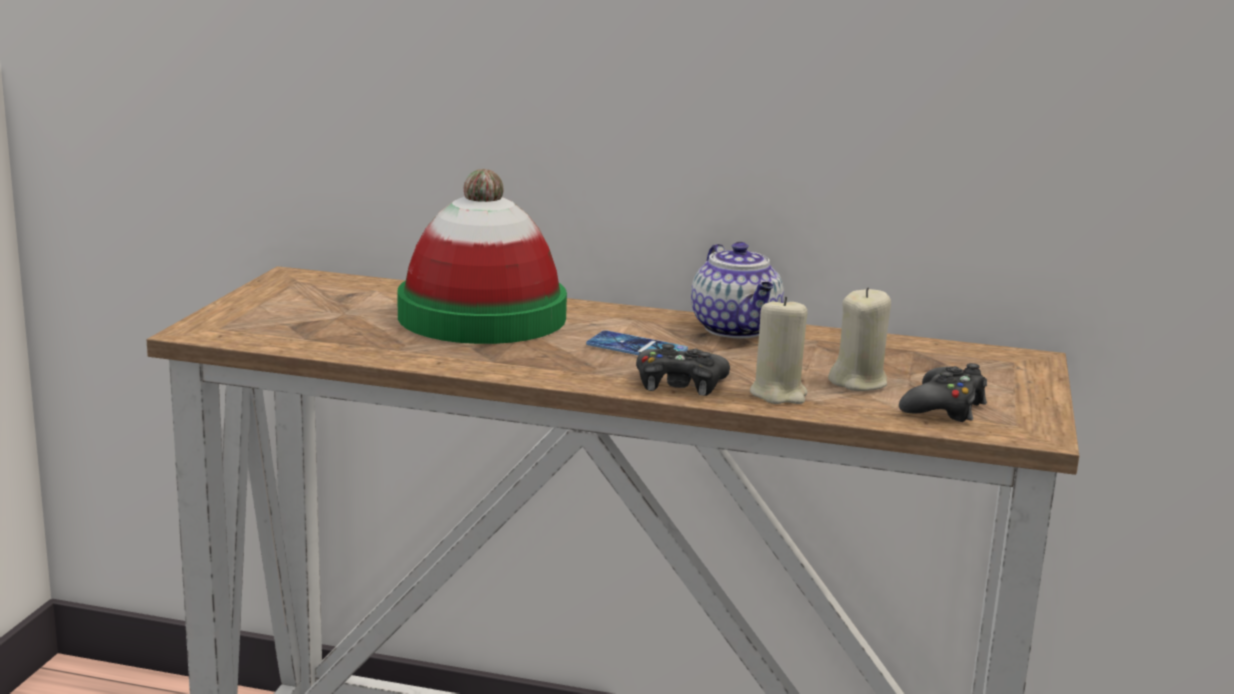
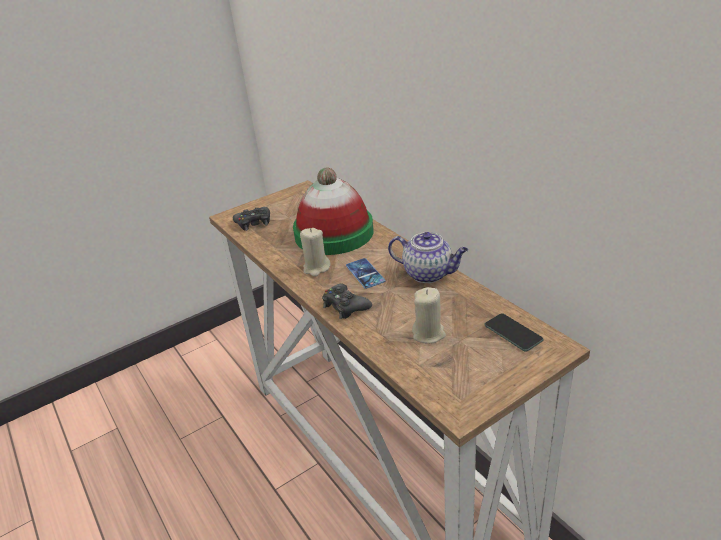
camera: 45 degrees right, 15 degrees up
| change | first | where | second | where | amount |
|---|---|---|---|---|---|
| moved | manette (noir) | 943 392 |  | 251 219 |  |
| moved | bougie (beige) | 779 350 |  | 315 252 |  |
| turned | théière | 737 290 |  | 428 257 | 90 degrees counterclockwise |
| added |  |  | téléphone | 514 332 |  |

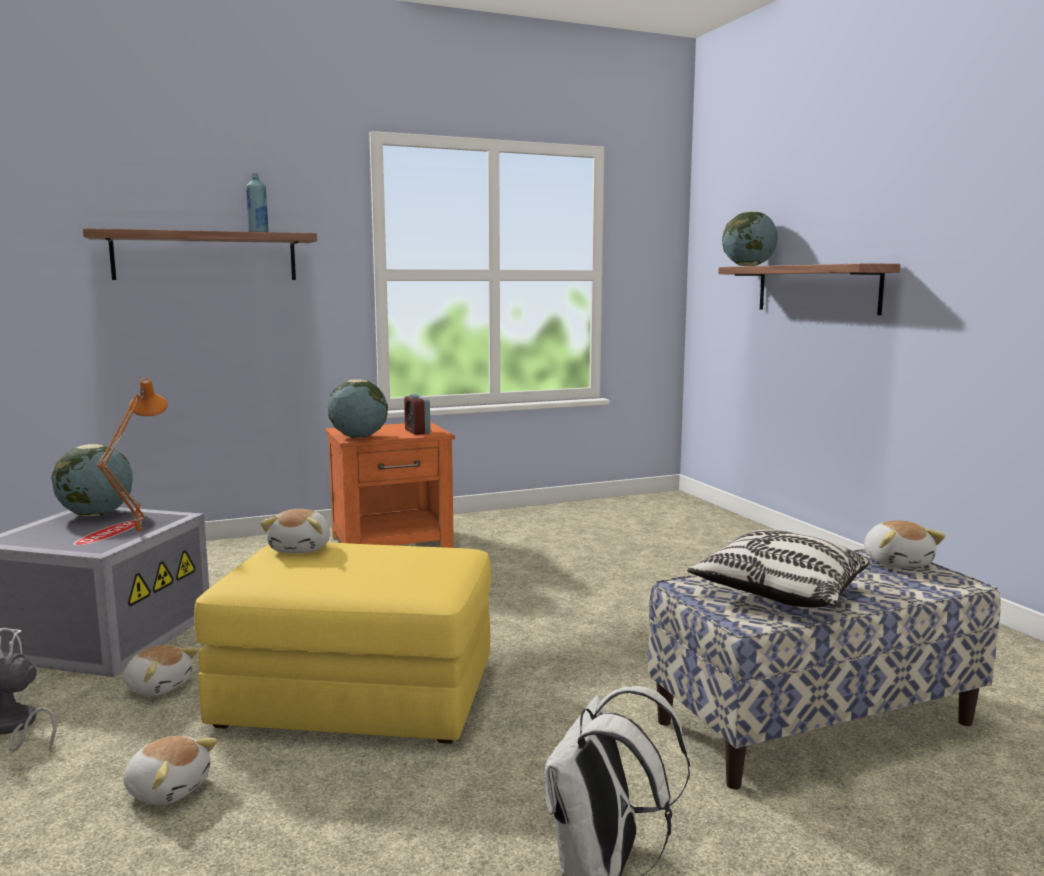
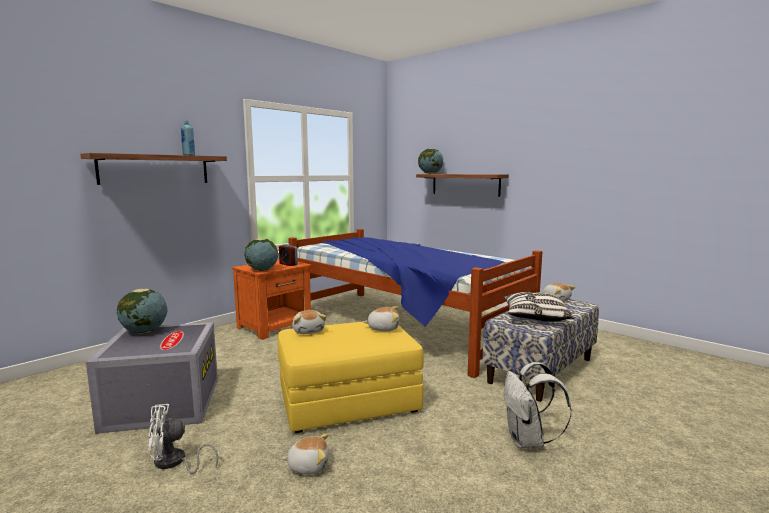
camera: 25 degrees left, 0 degrees up
| change | first | where | second | where | amount |
|---|---|---|---|---|---|
| added |  |  | lit | 415 303 |  |
| moved | peluche | 160 670 |  | 381 318 |  |
| removed | lampe de table (orange) | 132 457 |  |  |  |

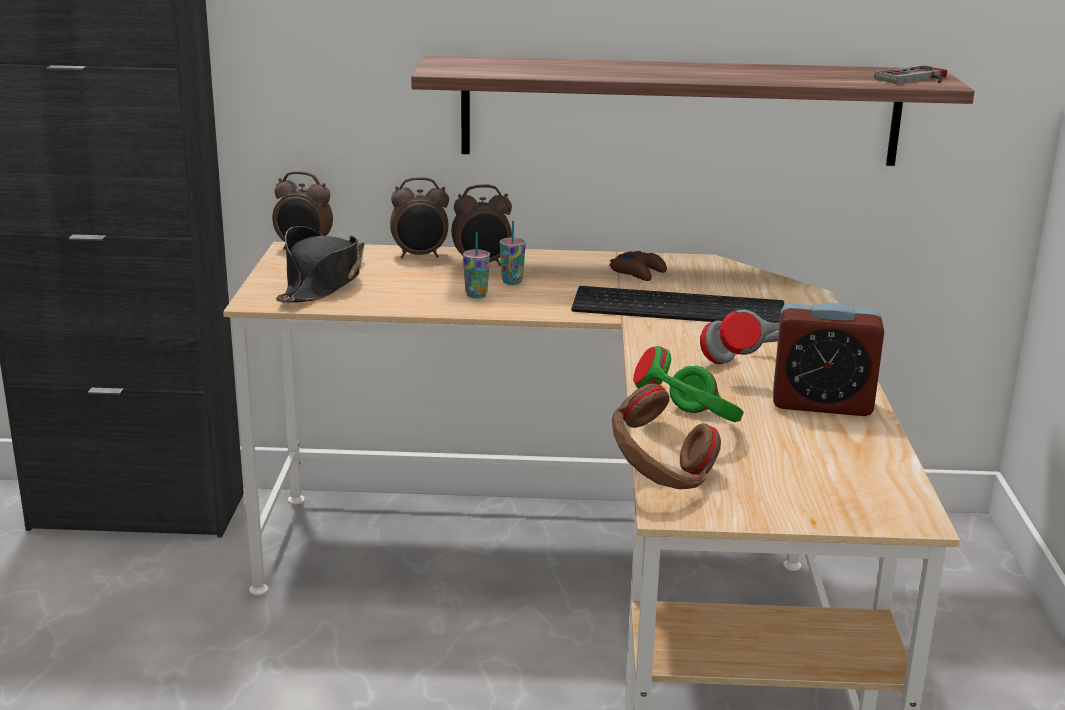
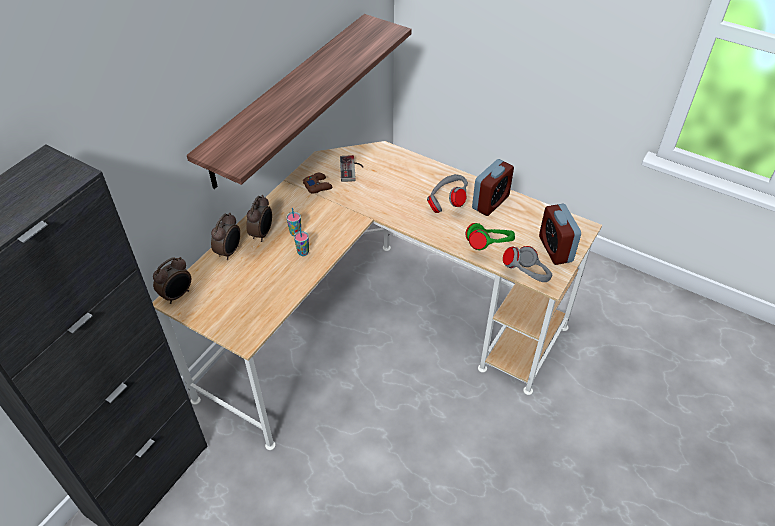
camera: 60 degrees left, 25 degrees up
| change | first | where | second | where | amount |
|---|---|---|---|---|---|
| moved | manette | 911 74 |  | 351 168 |  |
| recoloured | casque audio (marron) | 666 436 | casque audio (gris) | 528 264 |  |
| added |  |  | réveil | 560 234 |  |
| removed | chapeau (noir) | 320 264 |  |  |  |
| removed | clavier | 677 304 |  |  |  |

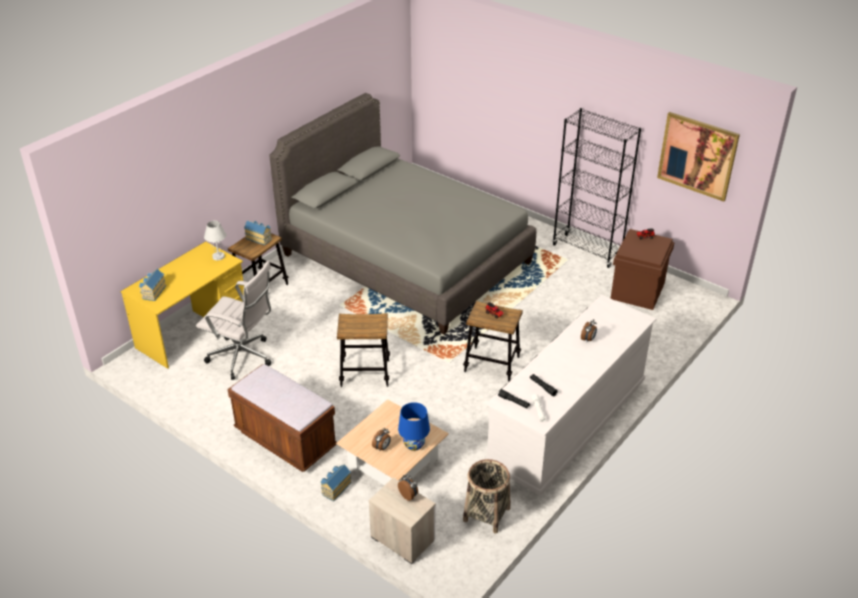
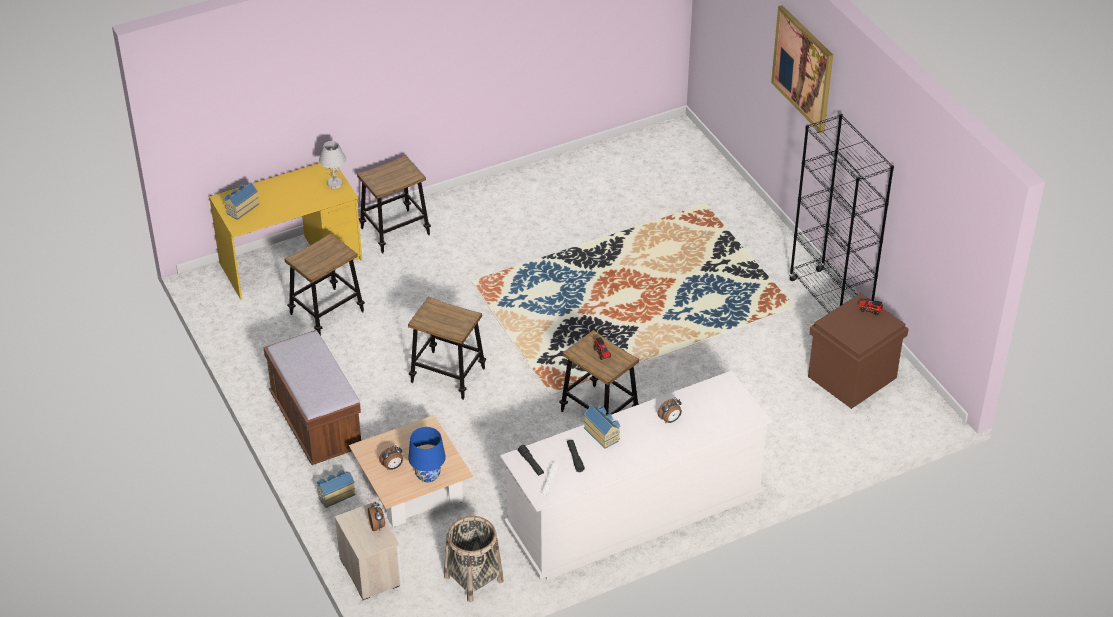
camera: 25 degrees right, 5 degrees up
| change | first | where | second | where | amount |
|---|---|---|---|---|---|
| replaced | chaise de bureau (blanc) | 233 320 | tabouret | 325 284 |  |
| moved | maison miniature | 258 233 |  | 602 427 |  |
| moved | tableau | 698 157 |  | 802 69 |  |
| removed | lit (gris) | 402 213 |  |  |  |

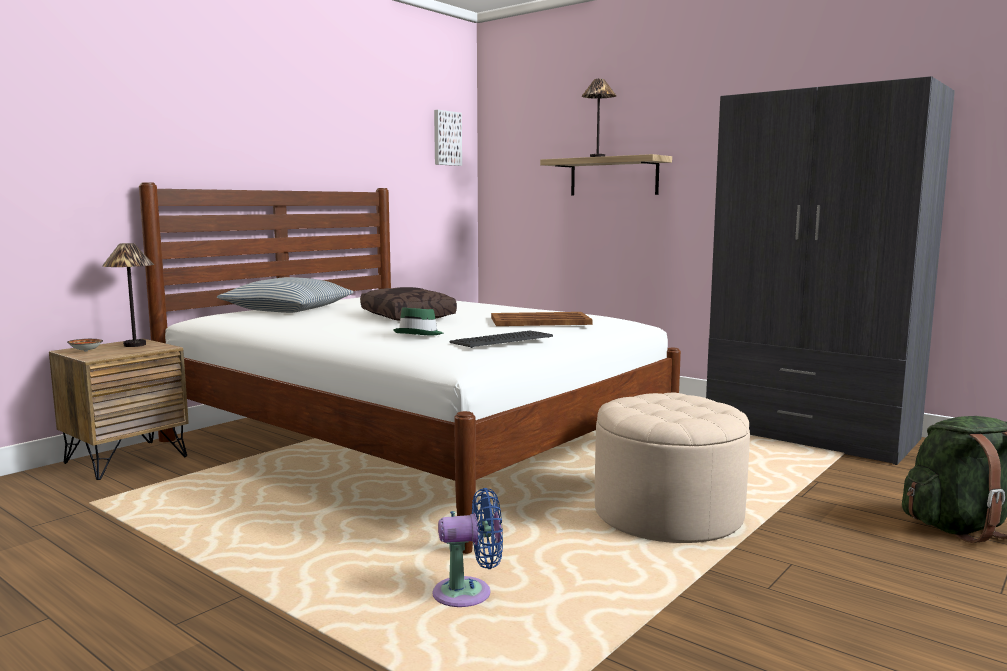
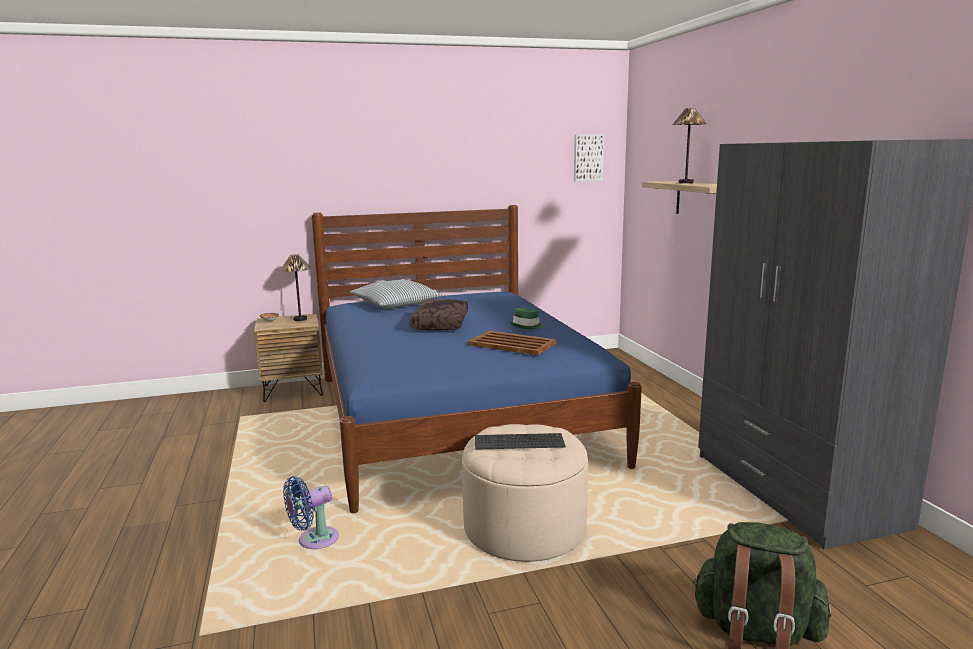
camera: 35 degrees right, 5 degrees up
| change | first | where | second | where | amount |
|---|---|---|---|---|---|
| turned | ventilateur (bleu) | 467 547 |  | 311 512 | 120 degrees clockwise |
| recoloured | lit (blanc) | 410 368 | lit (bleu) | 476 359 |  |
| moved | clavier | 501 339 |  | 520 441 |  |
| moved | chapeau (vert) | 418 321 |  | 526 318 |  |

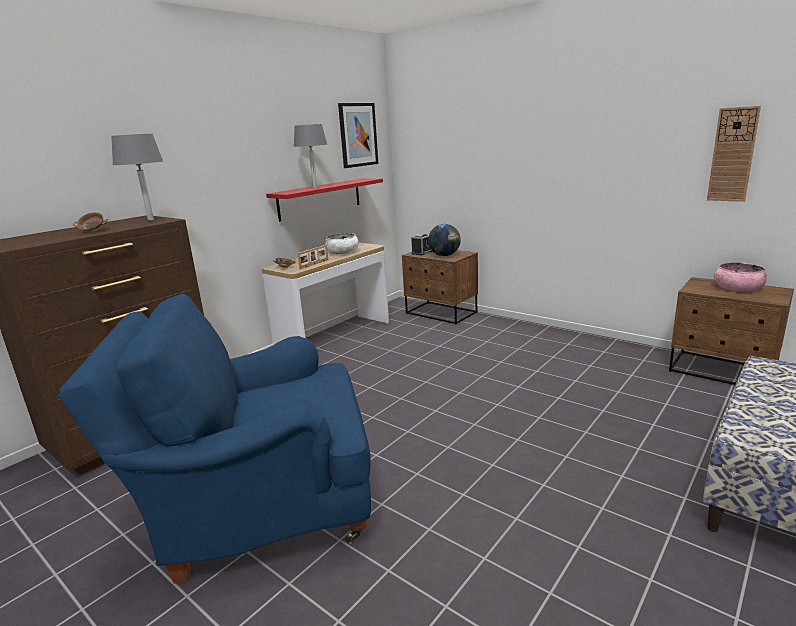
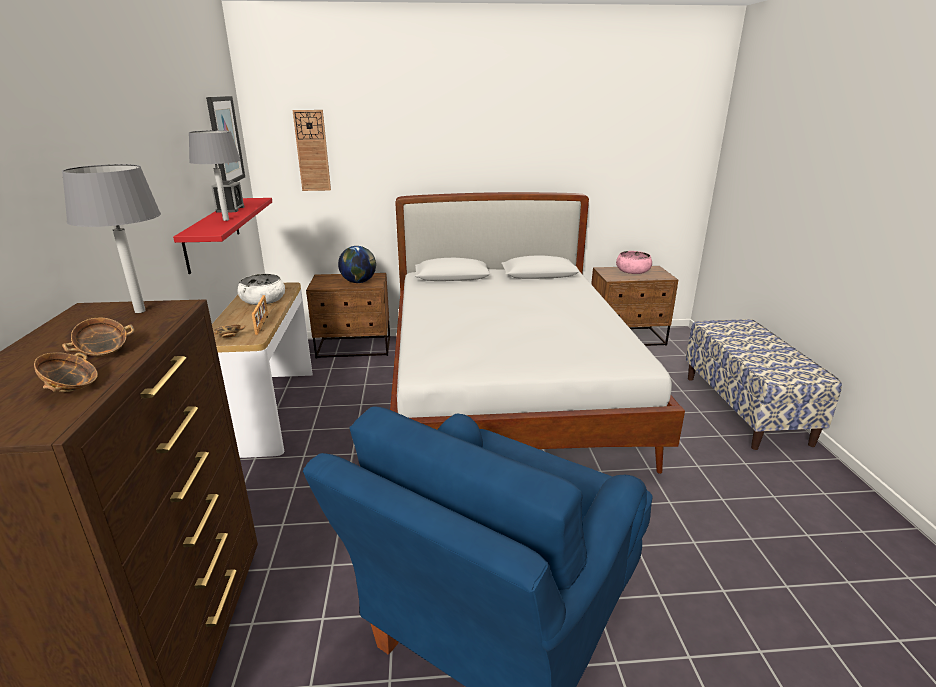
camera: 45 degrees left, 5 degrees up
| change | first | where | second | where | amount |
|---|---|---|---|---|---|
| added |  |  | bol | 66 372 |  |
| moved | réveil | 422 244 |  | 227 197 |  |
| moved | horloge murale | 734 154 |  | 312 150 |  |
| added |  |  | lit (blanc) | 537 333 |  |

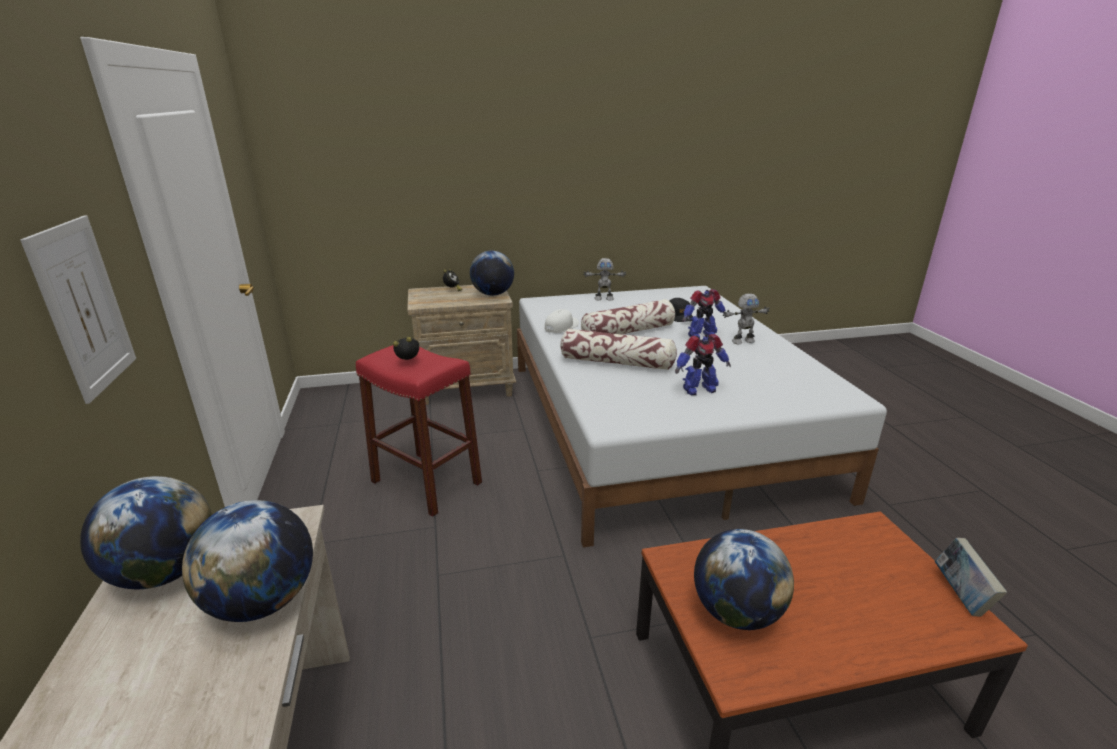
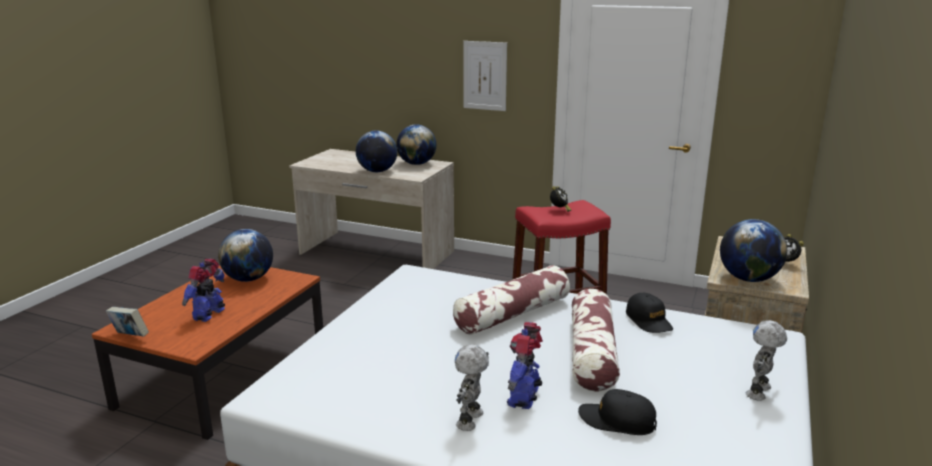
camera: 125 degrees right, 5 degrees down
| change | first | where | second | where | amount |
|---|---|---|---|---|---|
| moved | robot jouet | 703 364 |  | 203 290 |  |
| recoloured | casquette (blanc) | 562 321 | casquette (noir) | 649 313 |  |

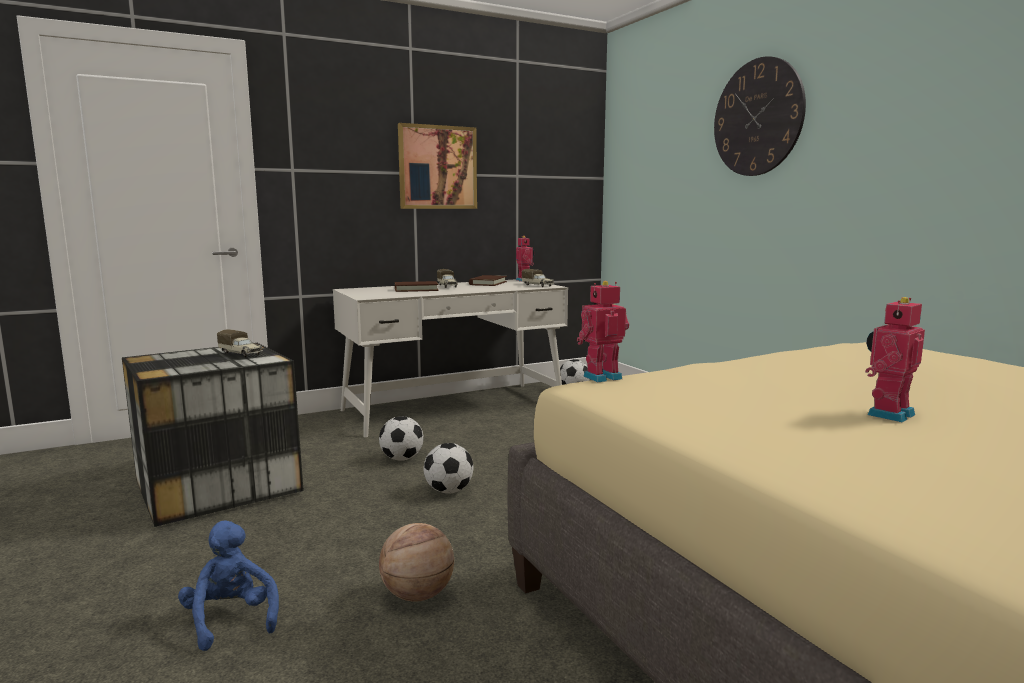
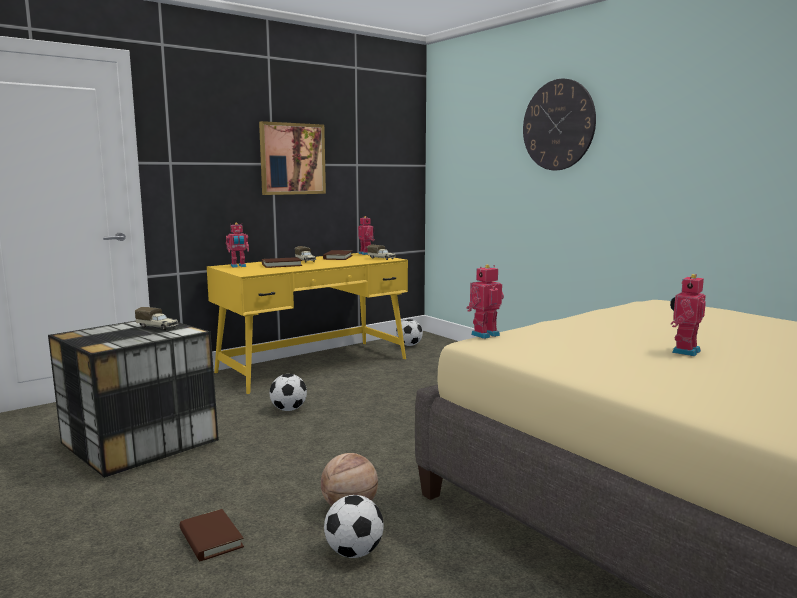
camera: 10 degrees left, 0 degrees up
| change | first | where | second | where | amount |
|---|---|---|---|---|---|
| replaced | peluche (bleu) | 228 585 | livre (marron) | 212 535 |  |
| recoloured | bureau (blanc) | 450 358 | bureau (jaune) | 307 323 |  |
| added |  |  | robot jouet | 237 245 |  |
| moved | ballon de foot | 448 468 |  | 354 526 |  |

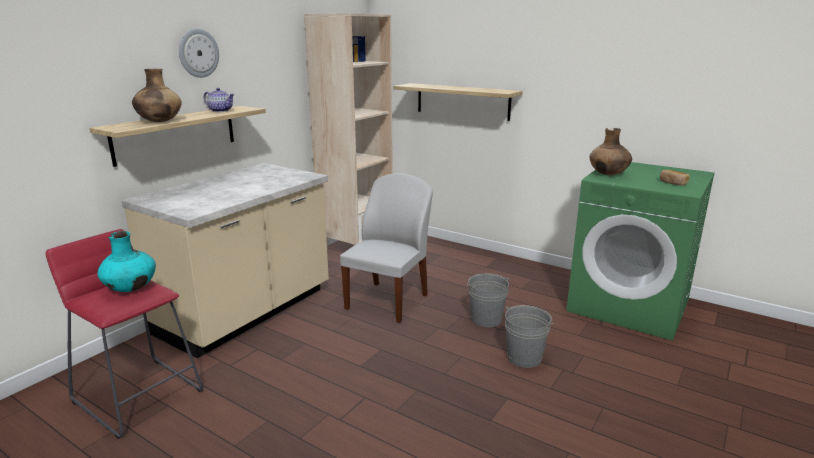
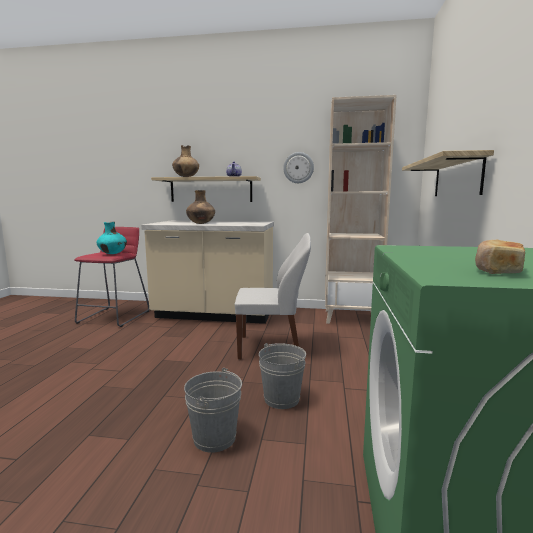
camera: 65 degrees right, 10 degrees down
| change | first | where | second | where | amount |
|---|---|---|---|---|---|
| moved | vase (marron) | 610 151 |  | 200 207 |  |
| moved | horloge murale | 199 53 |  | 298 167 |  |

